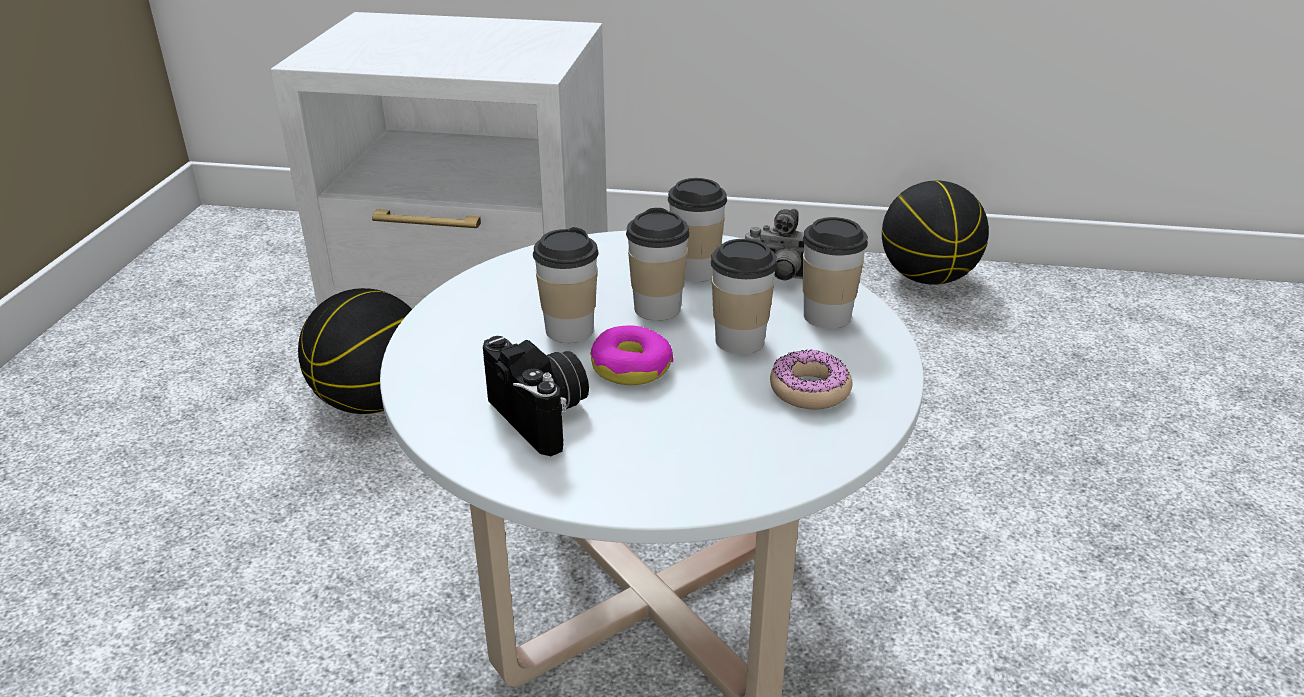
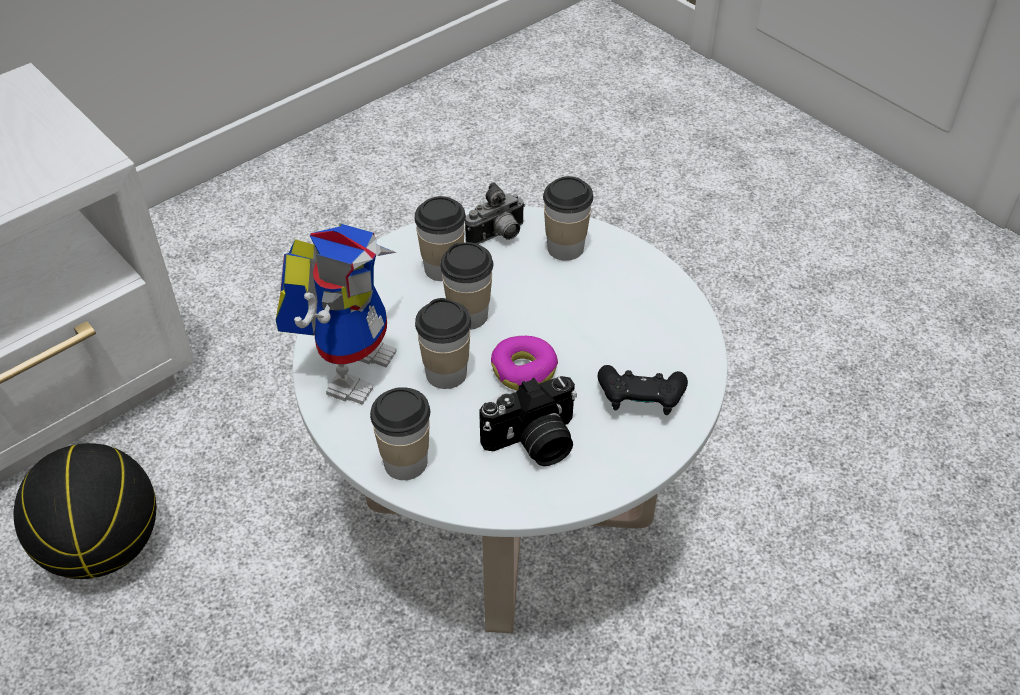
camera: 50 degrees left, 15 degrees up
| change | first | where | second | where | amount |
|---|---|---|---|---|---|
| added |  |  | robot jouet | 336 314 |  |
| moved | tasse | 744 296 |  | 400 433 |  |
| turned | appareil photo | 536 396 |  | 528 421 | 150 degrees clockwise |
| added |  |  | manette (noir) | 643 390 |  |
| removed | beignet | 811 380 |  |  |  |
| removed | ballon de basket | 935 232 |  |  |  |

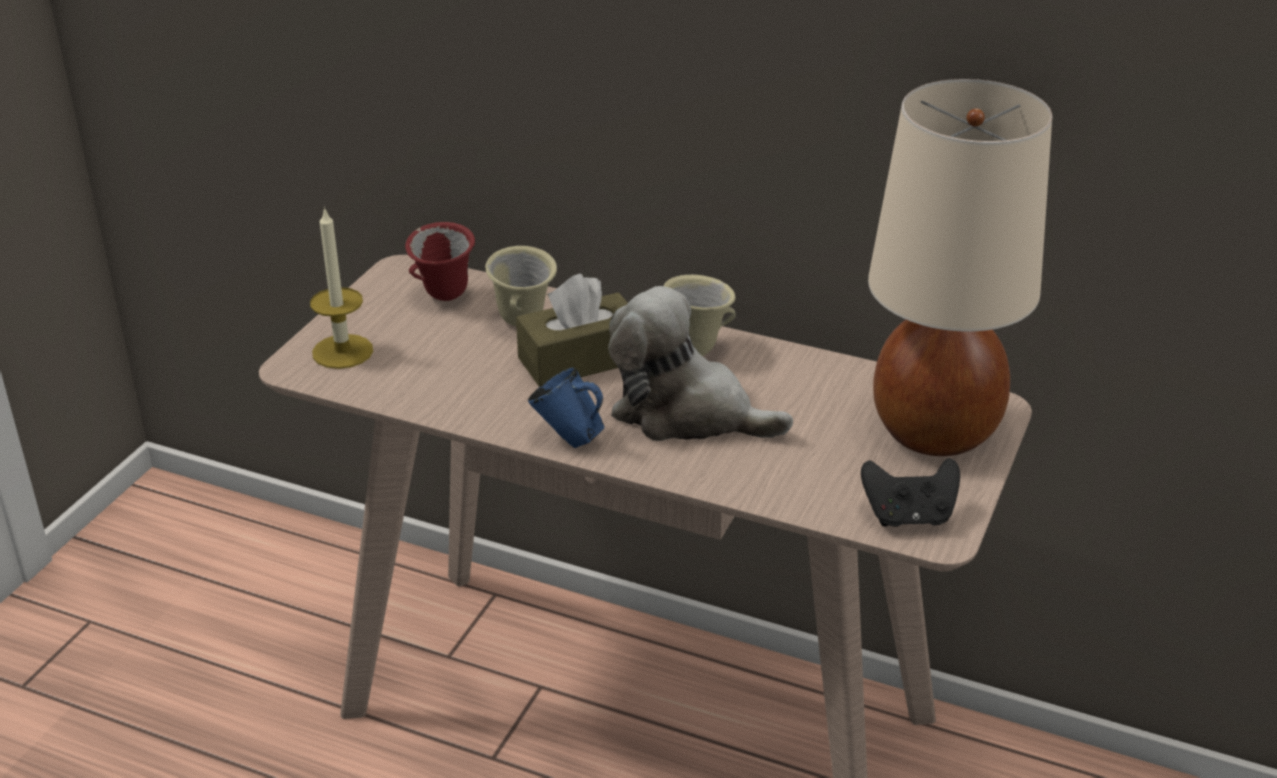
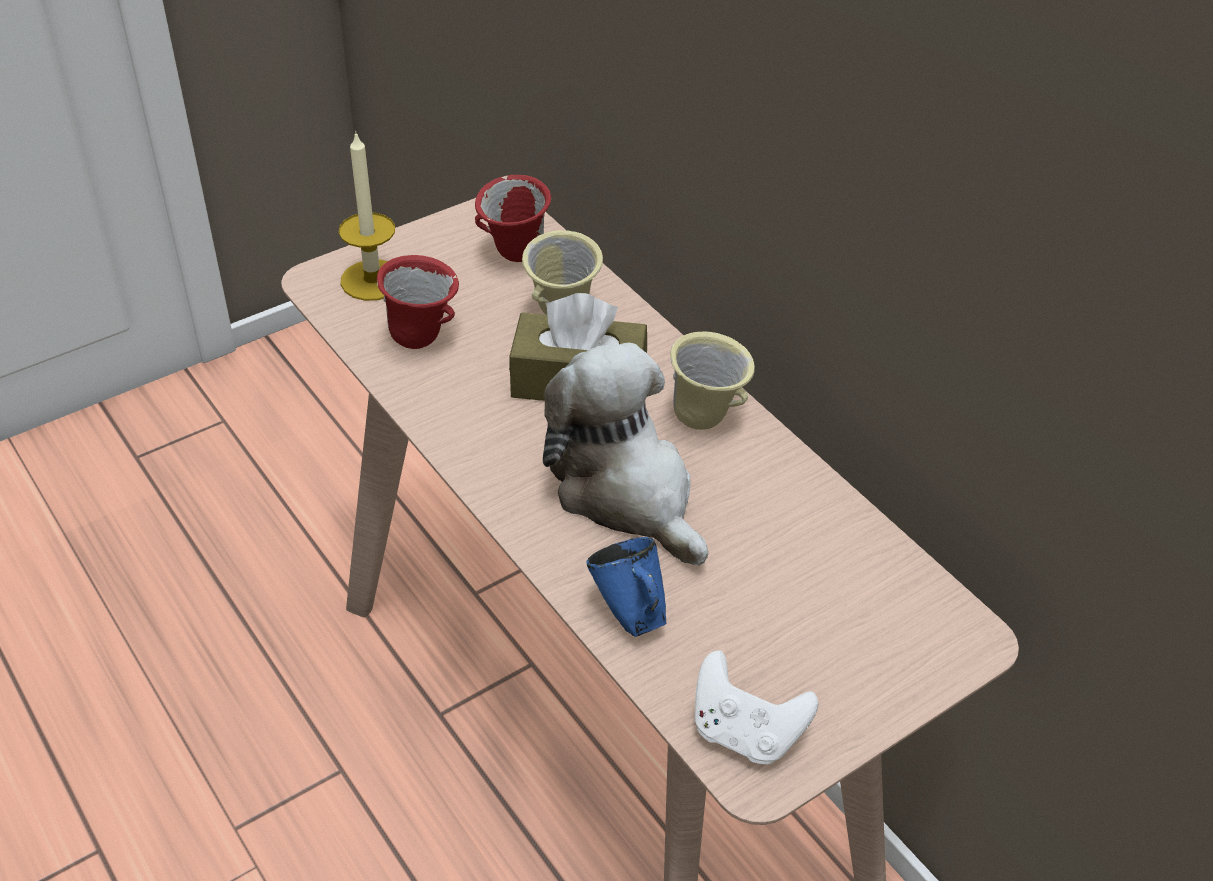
camera: 30 degrees right, 10 degrees up
| change | first | where | second | where | amount |
|---|---|---|---|---|---|
| added |  |  | mug (rouge) | 418 302 |  |
| moved | mug (bleu) | 566 407 |  | 626 587 |  |
| recoloured | manette (noir) | 910 492 | manette (blanc) | 757 707 |  |
| removed | lampe de table (beige) | 960 267 |  |  |  |

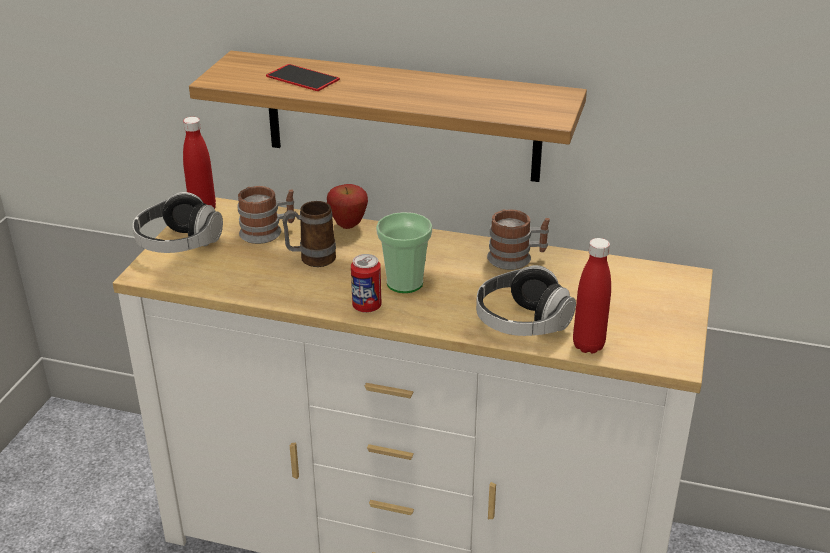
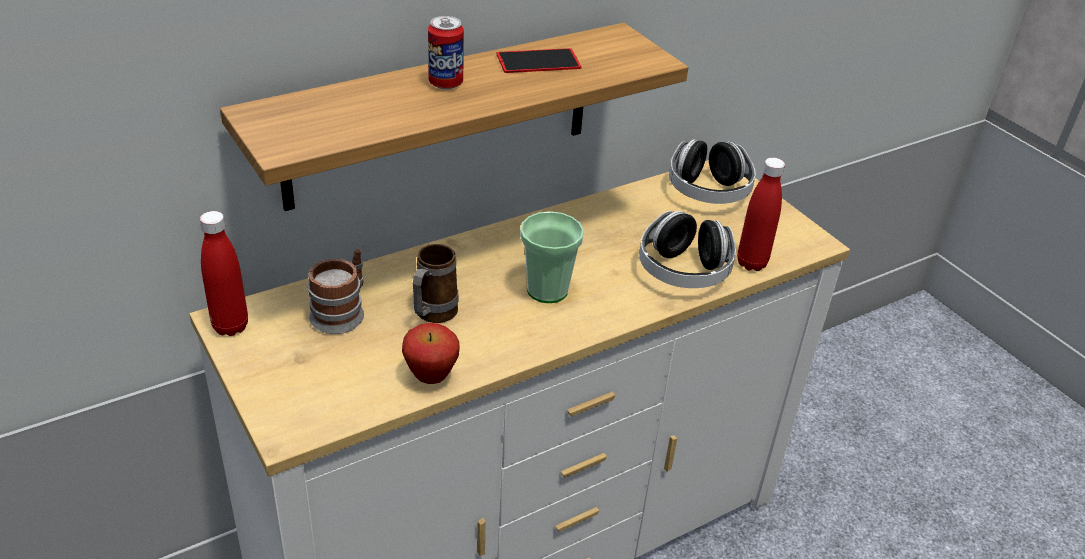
camera: 50 degrees left, 5 degrees up
| change | first | where | second | where | amount |
|---|---|---|---|---|---|
| moved | pomme | 347 206 |  | 431 353 |  |
| moved | boîte métallique | 366 283 |  | 446 52 |  |
| moved | téléphone | 303 77 |  | 539 60 |  |
| moved | casque audio | 178 222 |  | 712 171 |  |
| removed | mug | 518 239 |  |  |  |

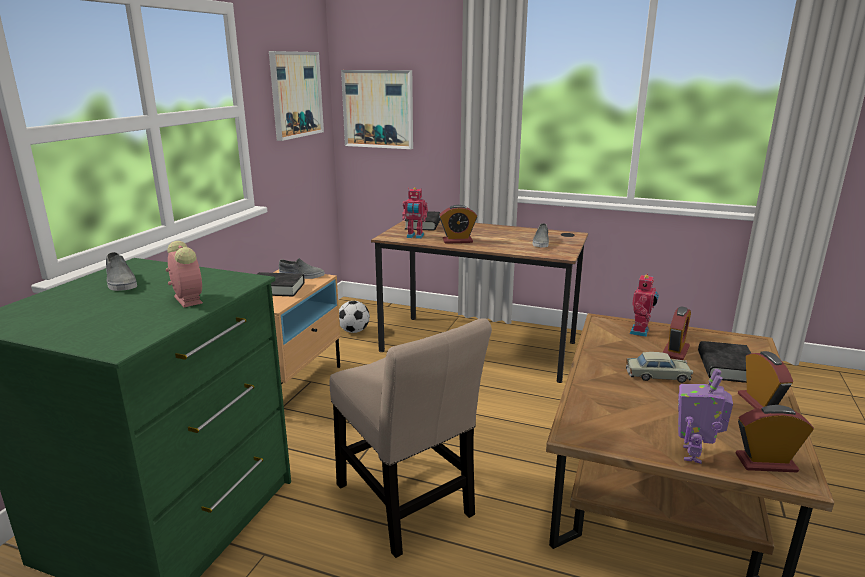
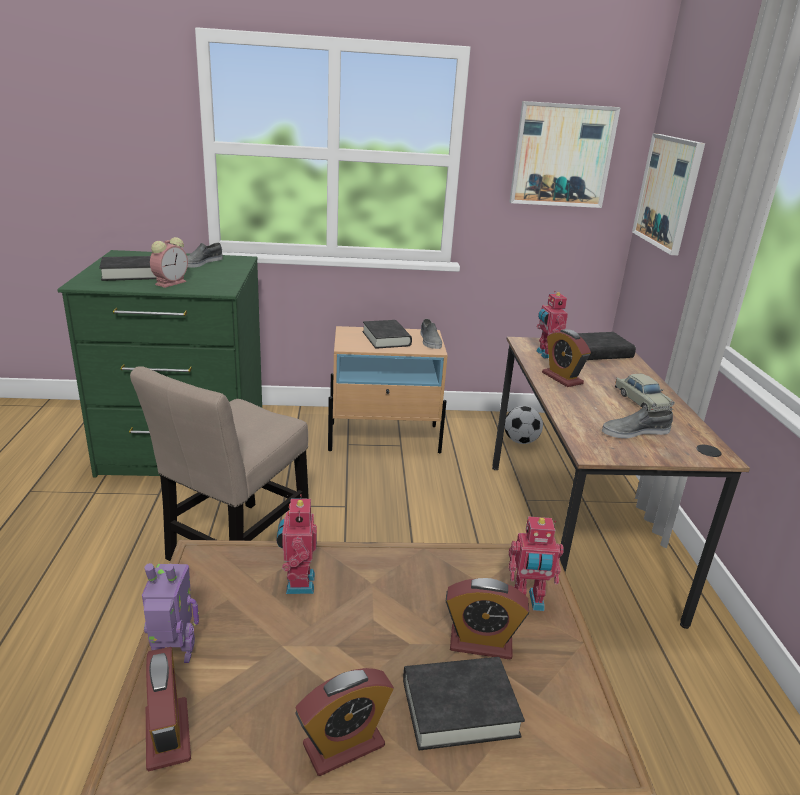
camera: 65 degrees right, 5 degrees up
| change | first | where | second | where | amount |
|---|---|---|---|---|---|
| added |  |  | livre (noir) | 128 268 |  |
| added |  |  | robot jouet | 297 544 |  |
| moved | petite voiture (beige) | 659 367 |  | 645 392 |  |

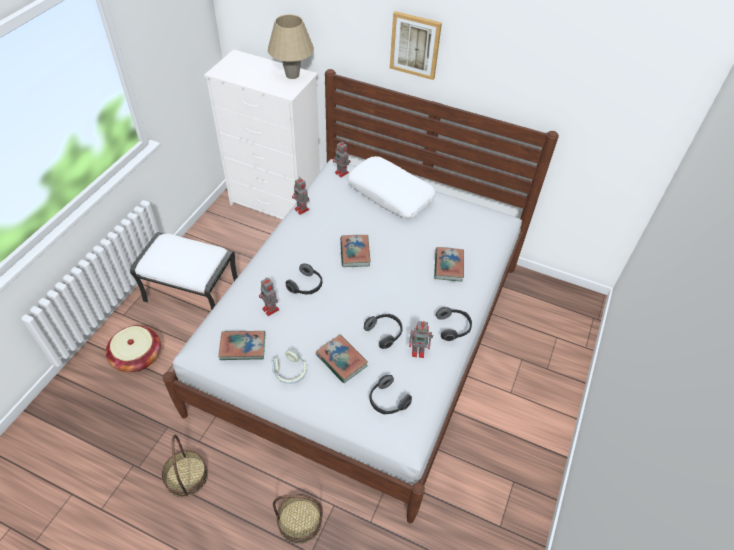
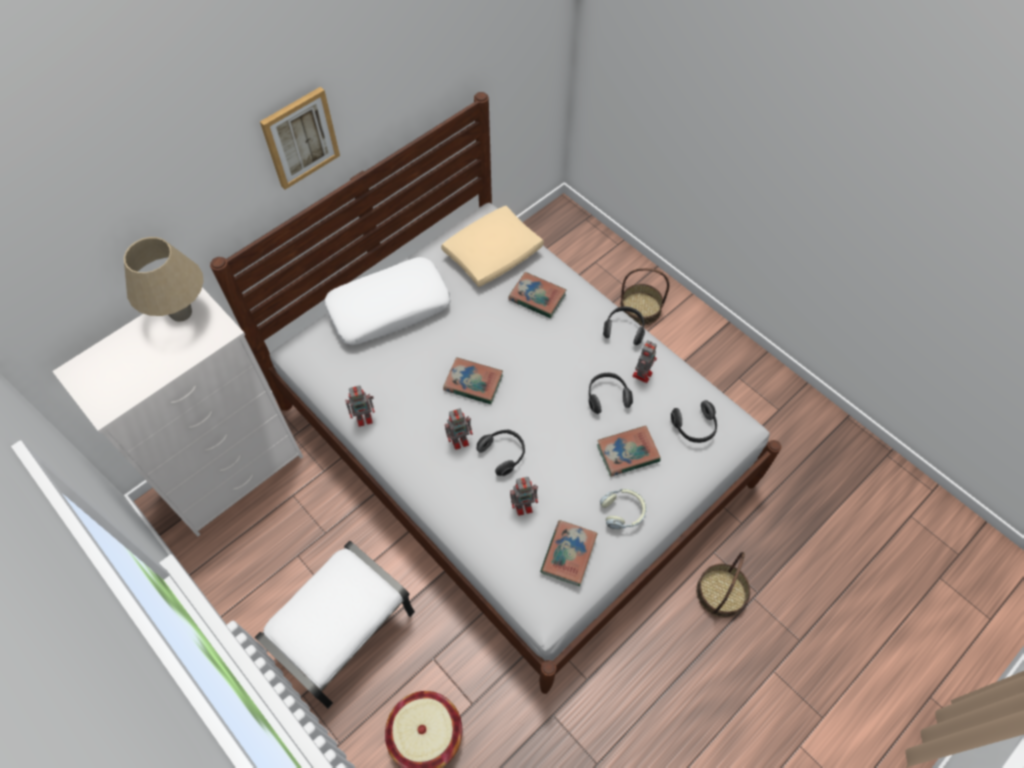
camera: 65 degrees left, 10 degrees up
| change | first | where | second | where | amount |
|---|---|---|---|---|---|
| added |  |  | coussin (beige) | 492 246 |  |
| moved | robot jouet | 341 158 |  | 459 429 |  |
| moved | panier | 185 466 |  | 644 297 |  |

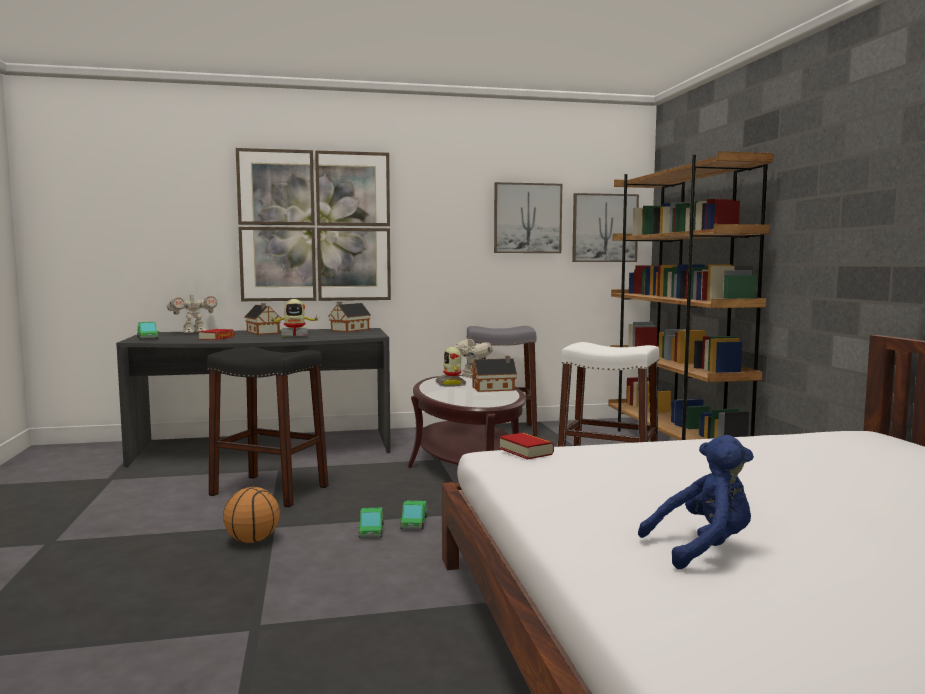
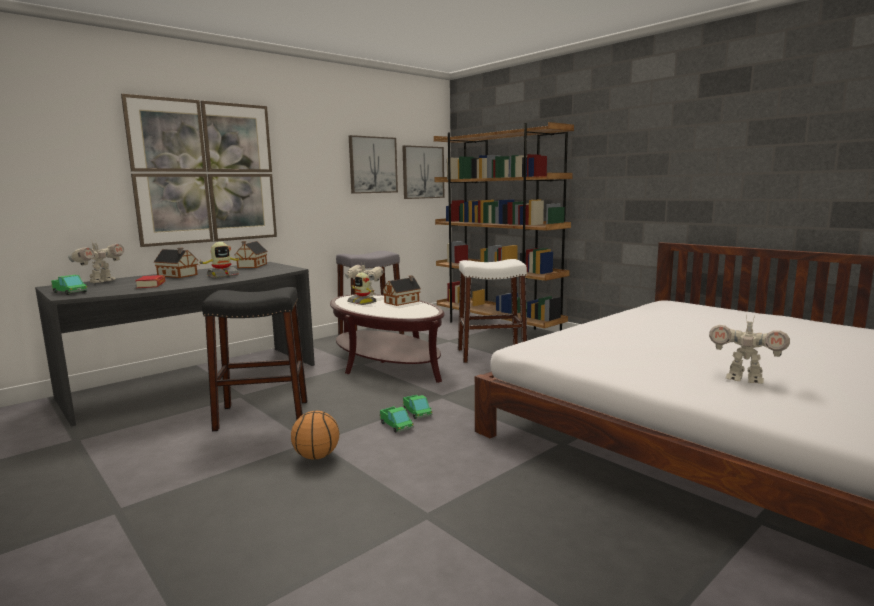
camera: 30 degrees left, 5 degrees up
| change | first | where | second | where | amount |
|---|---|---|---|---|---|
| replaced | peluche (bleu) | 696 502 | robot jouet | 749 349 |  |
| removed | livre | 526 446 |  |  |  |

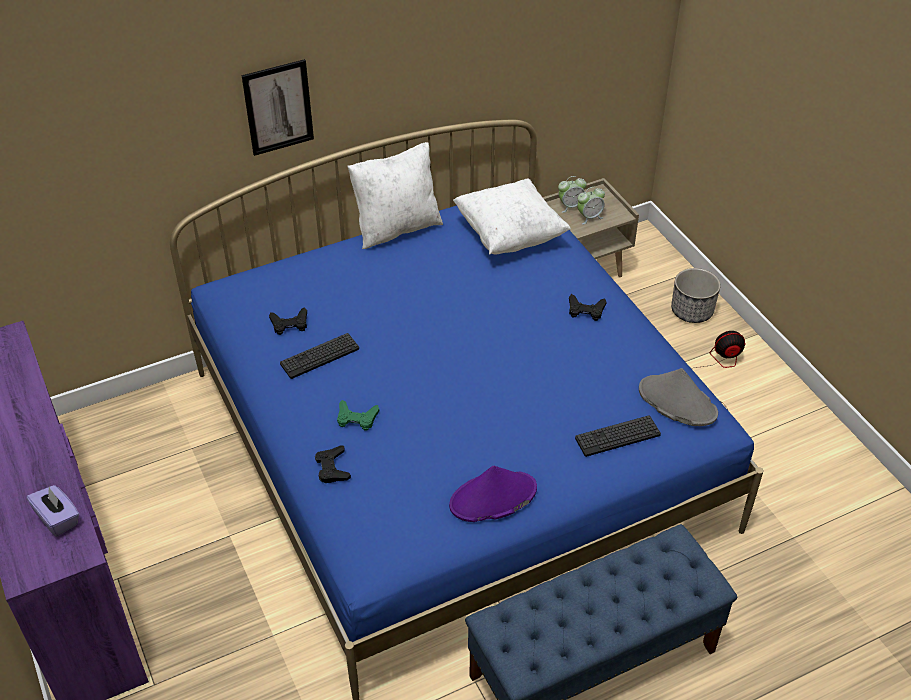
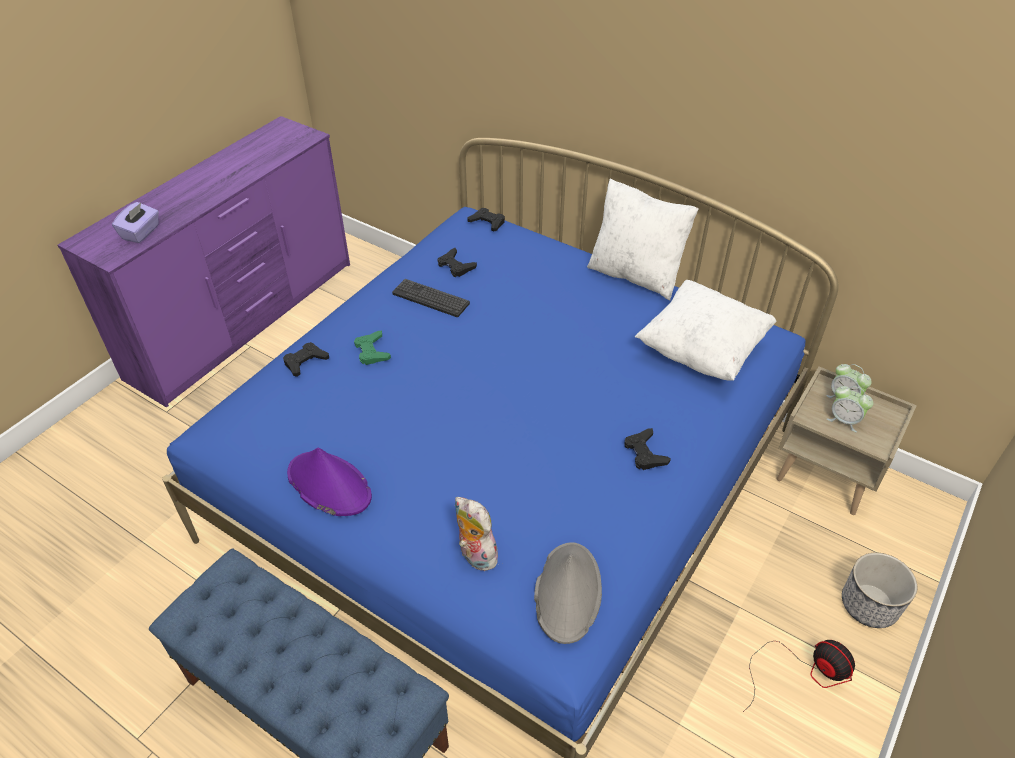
camera: 60 degrees right, 0 degrees up
| change | first | where | second | where | amount |
|---|---|---|---|---|---|
| replaced | clavier | 618 436 | peluche | 476 534 |  |
| added |  |  | manette (noir) | 486 220 |  |
| removed | tableau | 278 107 |  |  |  |

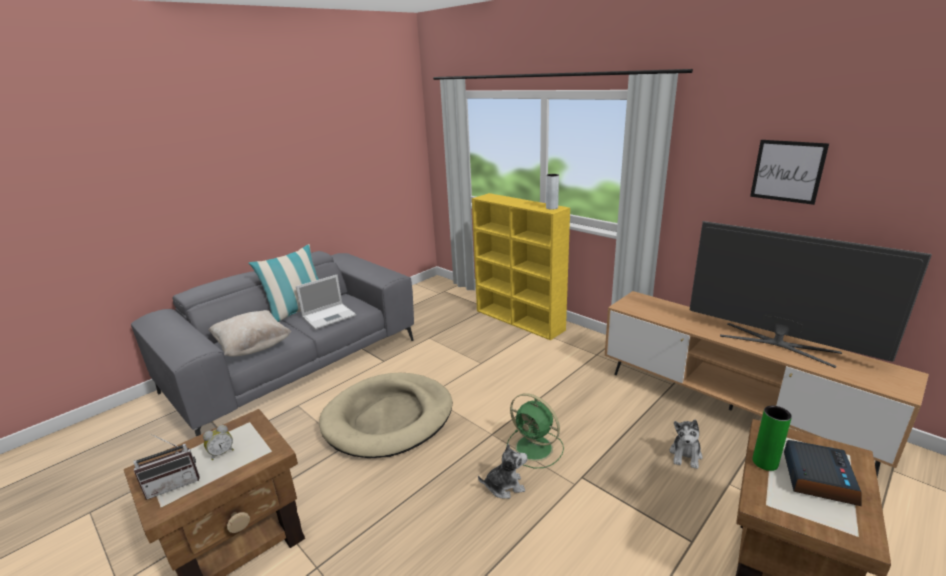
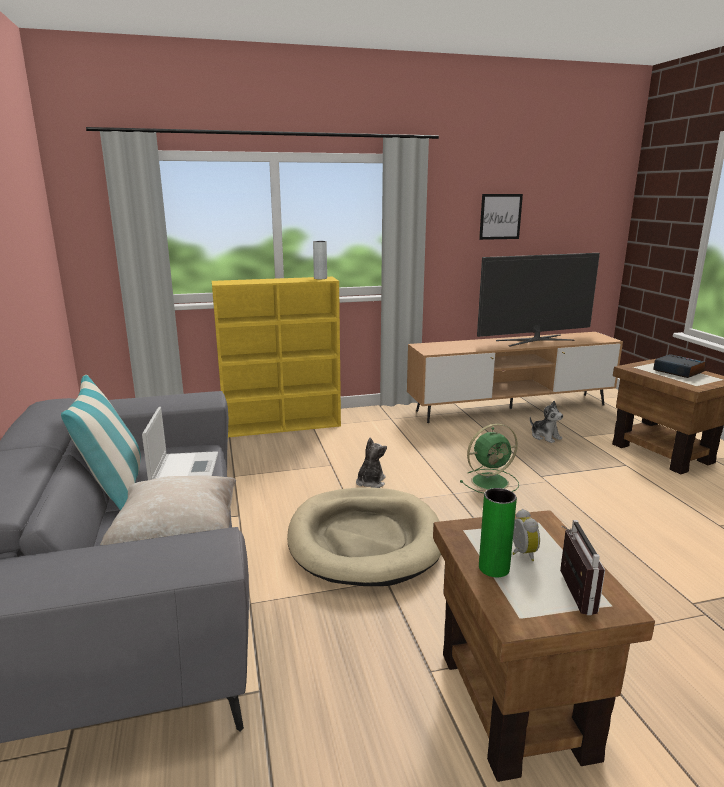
camera: 60 degrees left, 5 degrees down
| change | first | where | second | where | amount |
|---|---|---|---|---|---|
| moved | peluche | 502 471 |  | 371 463 |  |
| moved | vase (vert) | 772 438 |  | 498 532 |  |

